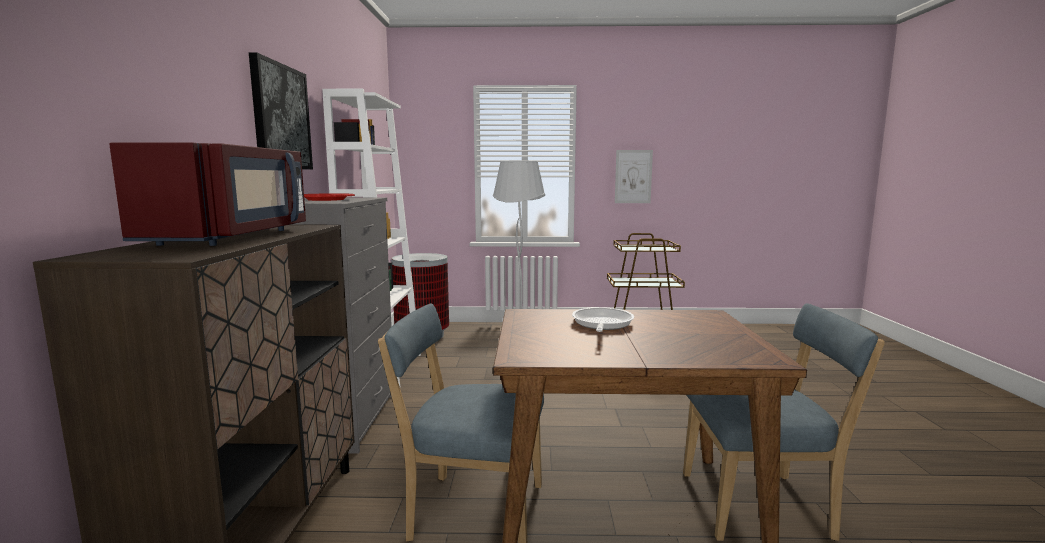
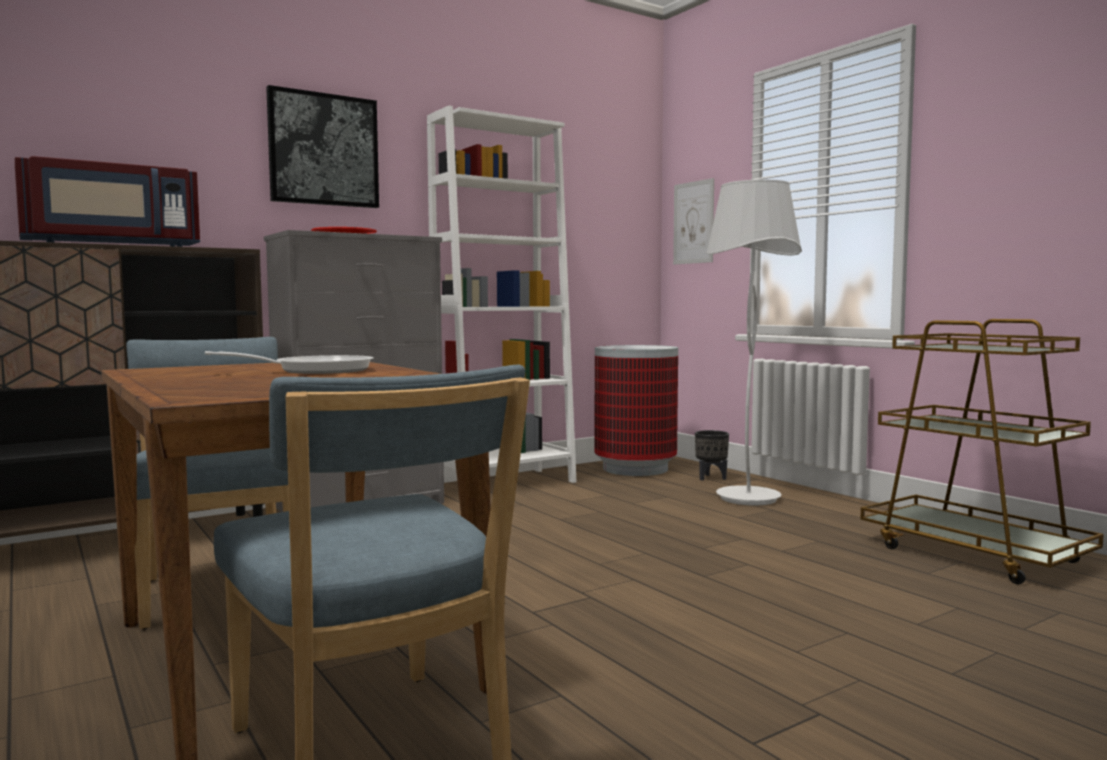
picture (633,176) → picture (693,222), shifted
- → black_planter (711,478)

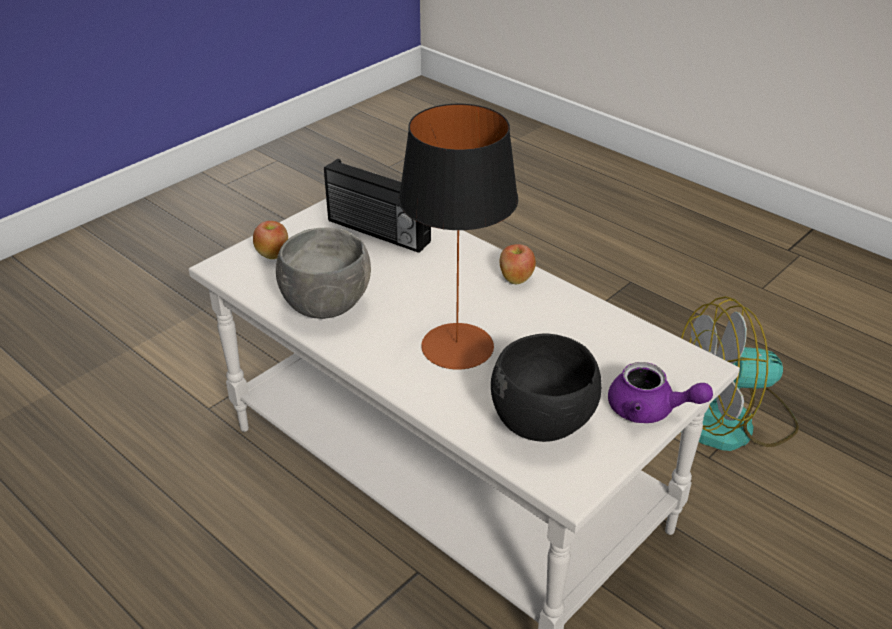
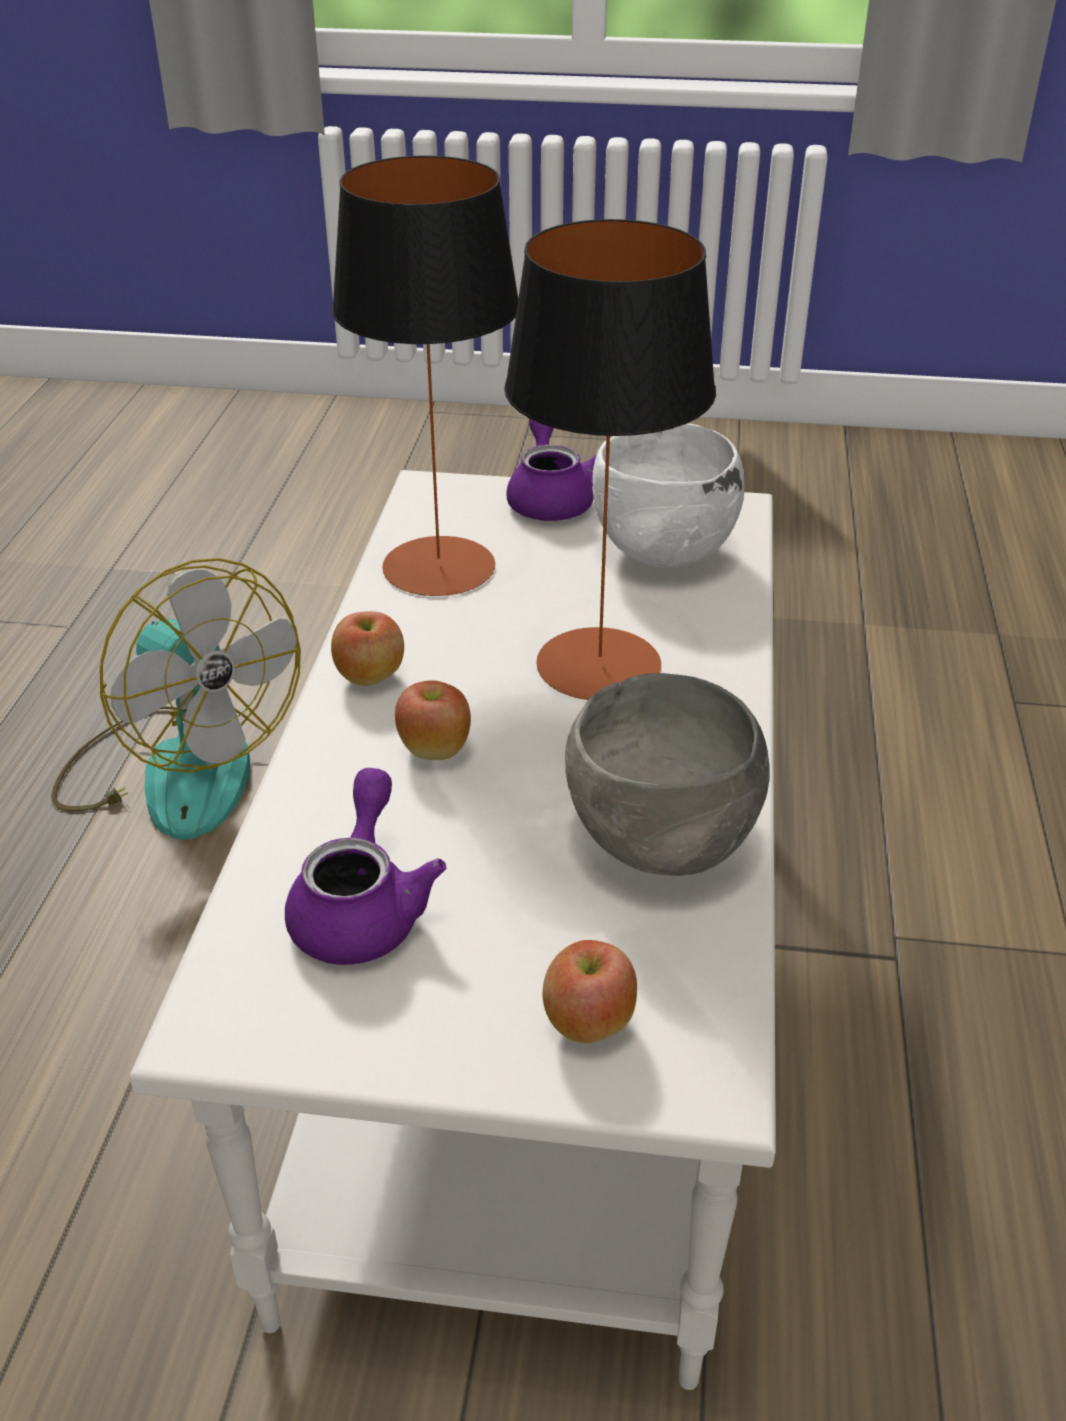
radio (377,232) → purple_teapot (362,907)
black_bowl (541,423) → white_bowl (661,553)
- → table_lamp (439,566)
- → apple (434,750)

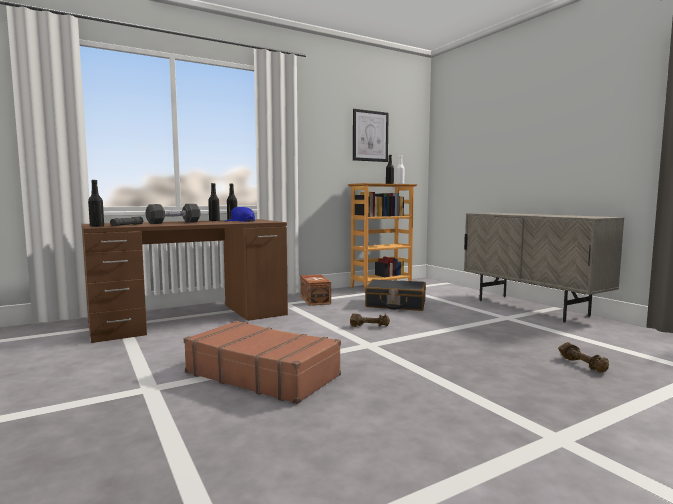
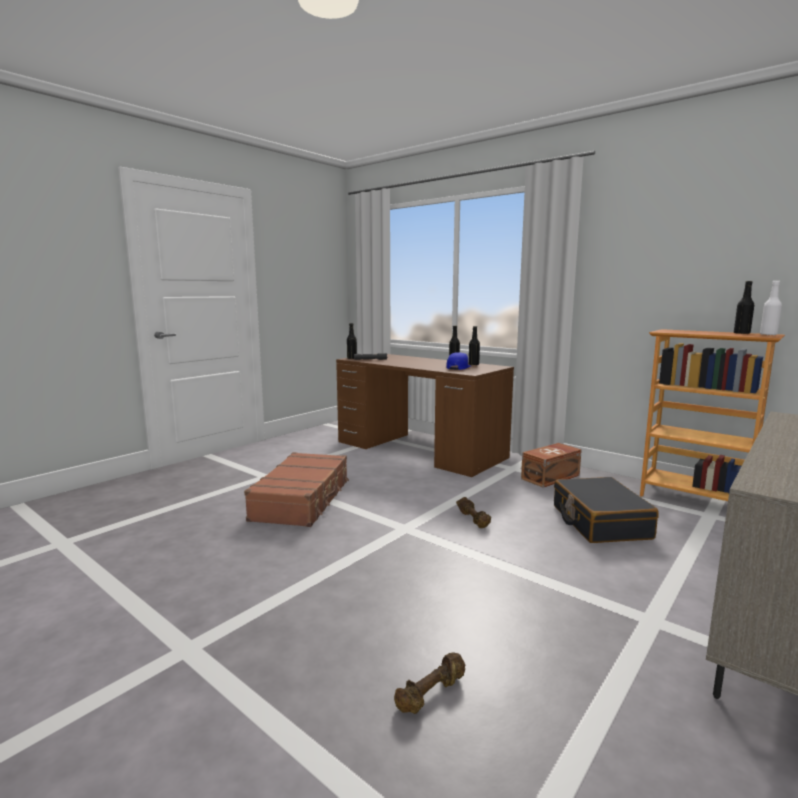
black_dumbbell (174,223) → -
picture (370,136) → -

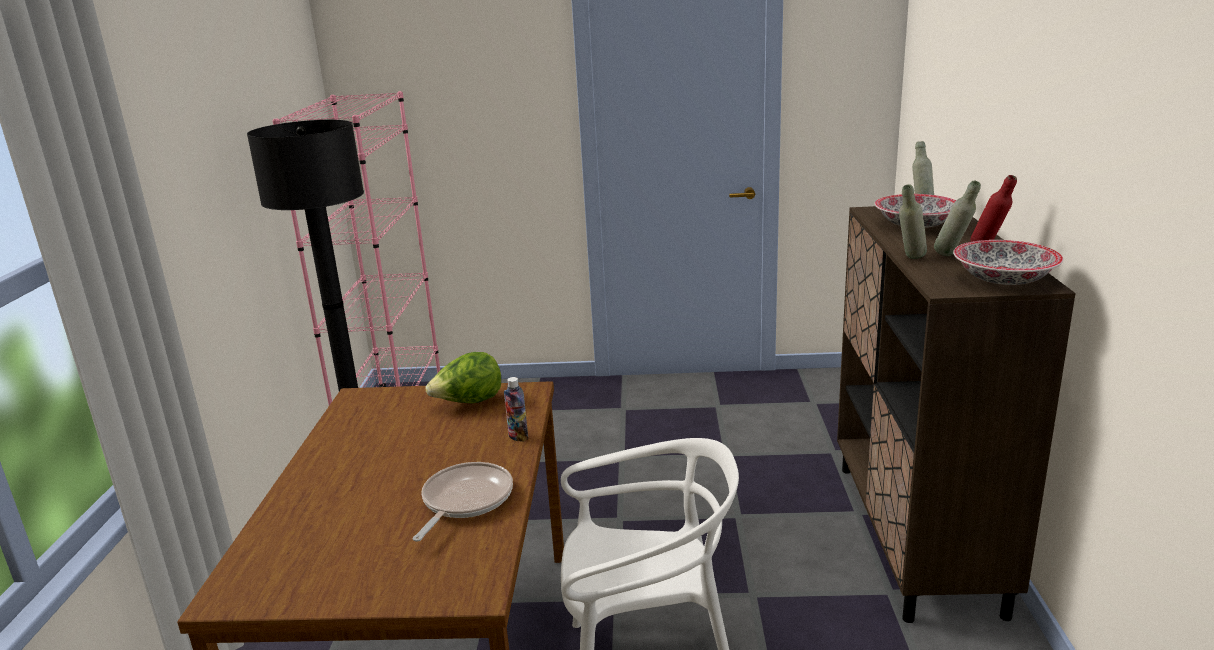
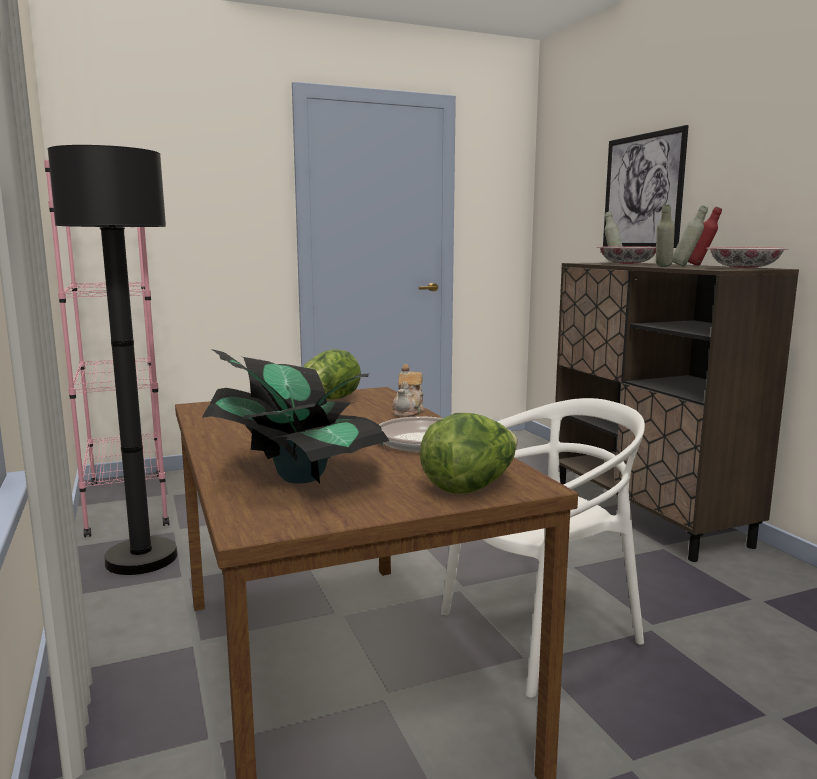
bottle (518,437) → teapot (409,411)
- → potted_plant (300,476)
- → lettuce (470,486)
- → picture (642,191)

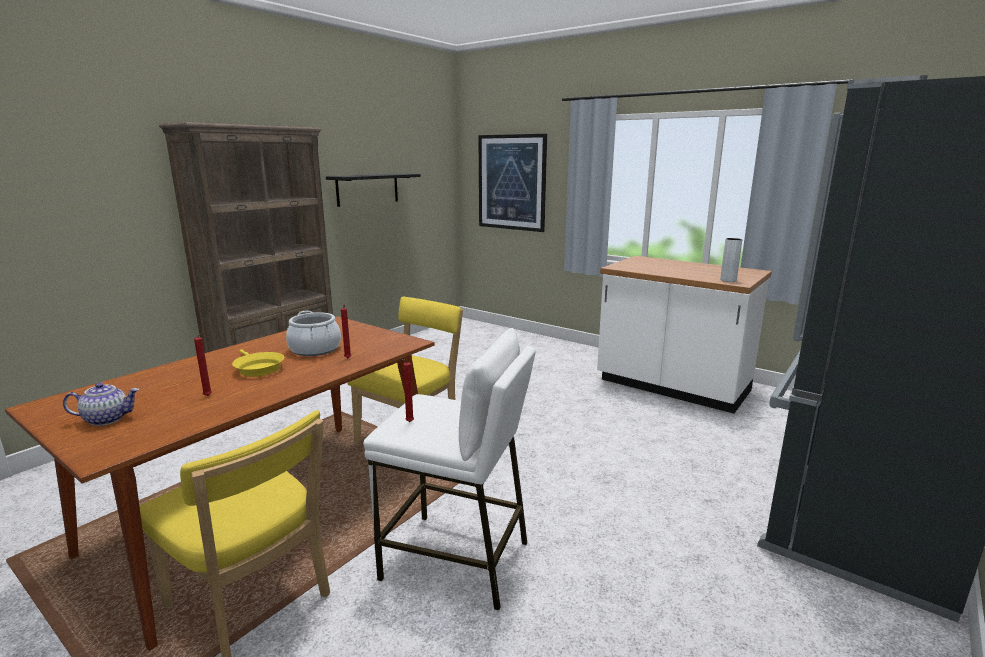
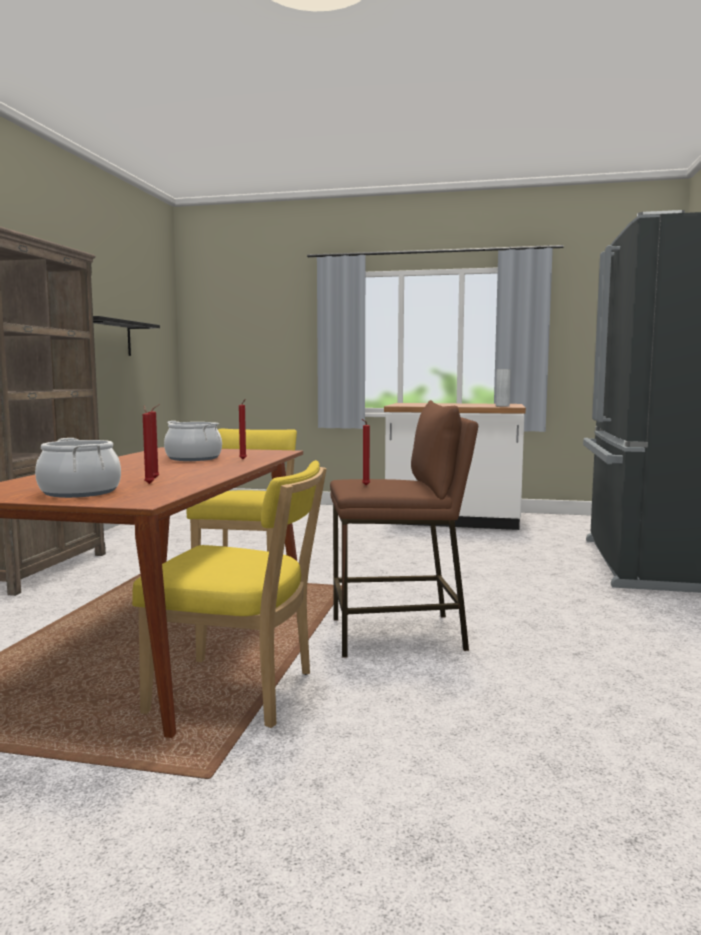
teapot (107,419) → cooking_pot (79,492)
yellow_frying_pan (257,368) → -
white_stool (456,560) → brown_stool (398,634)
picture (511,182) → -
- → red_candle (149,483)

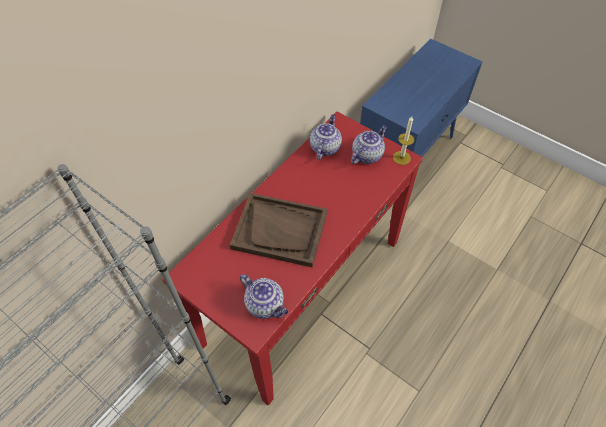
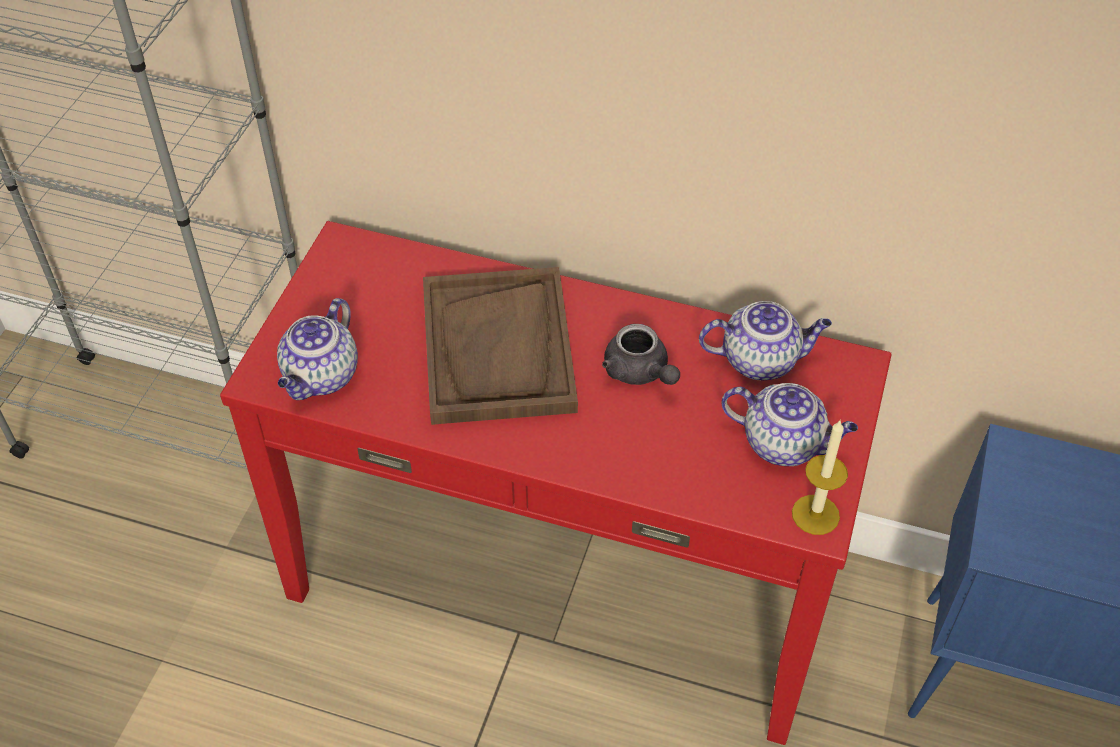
- → grey_teapot (639,372)

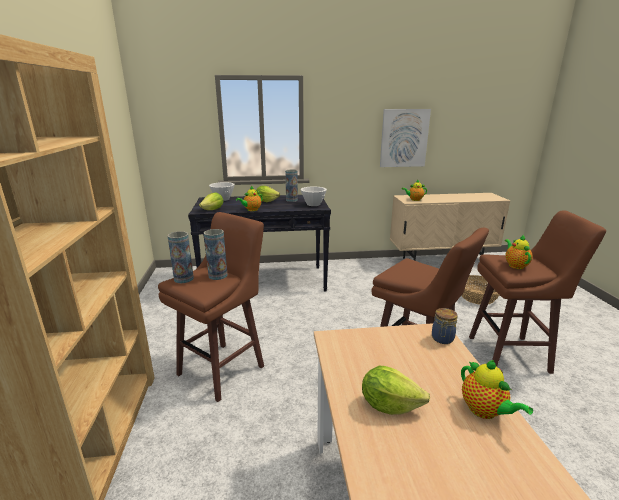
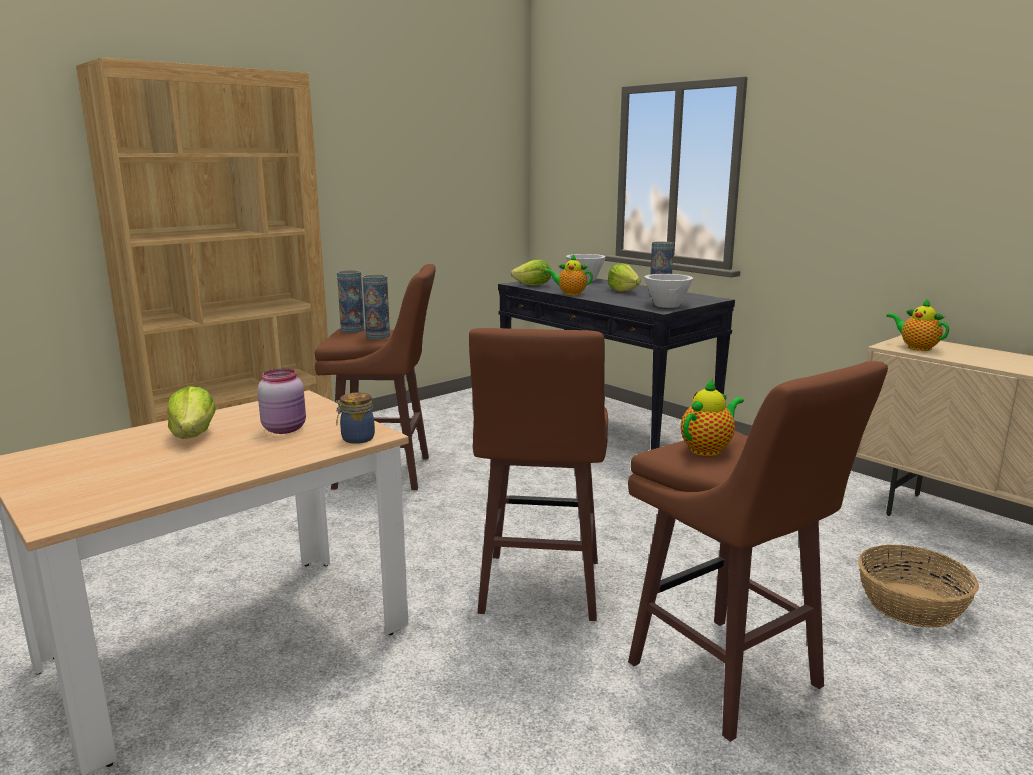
picture (404,138) → -
teapot (485,411) → -
- → pink_jar (285,429)

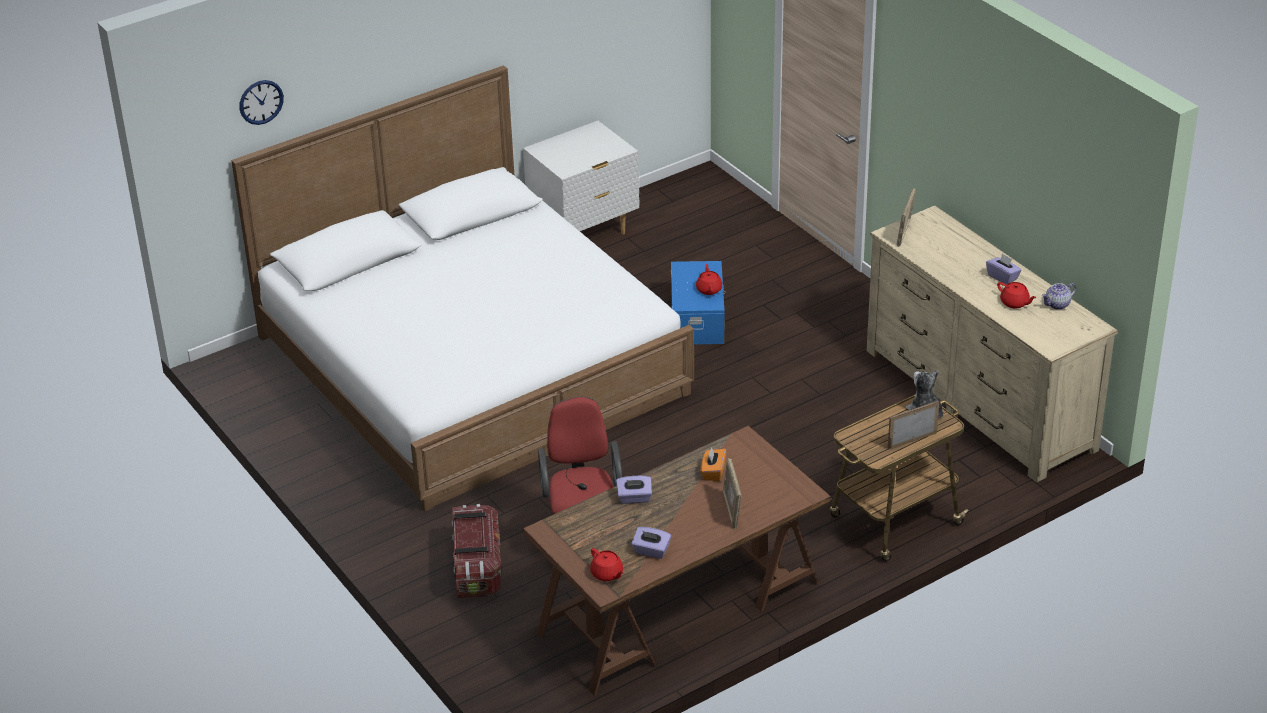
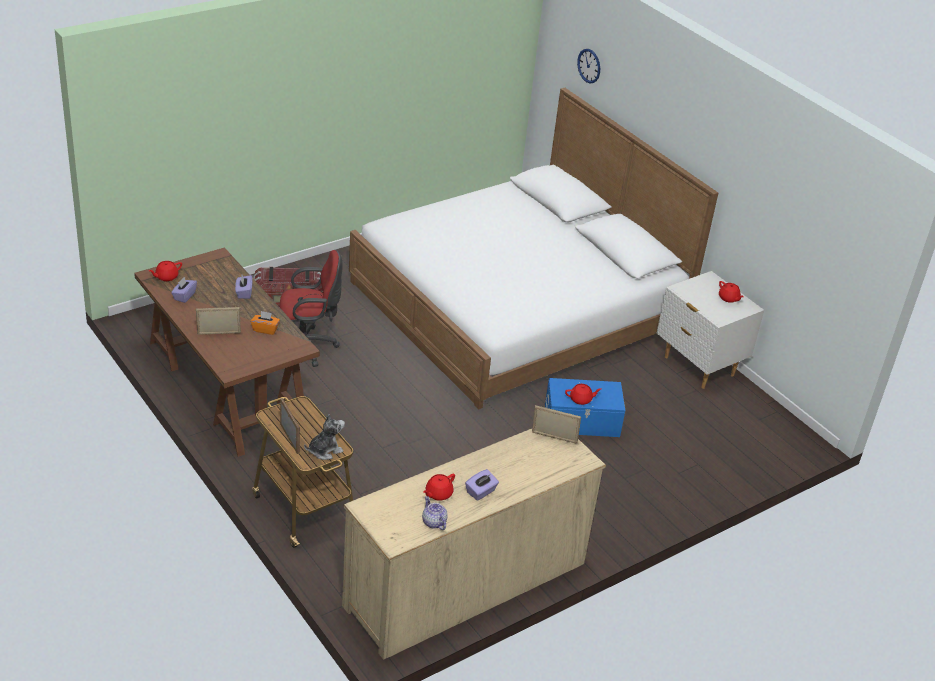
- → red_teapot (728,298)

